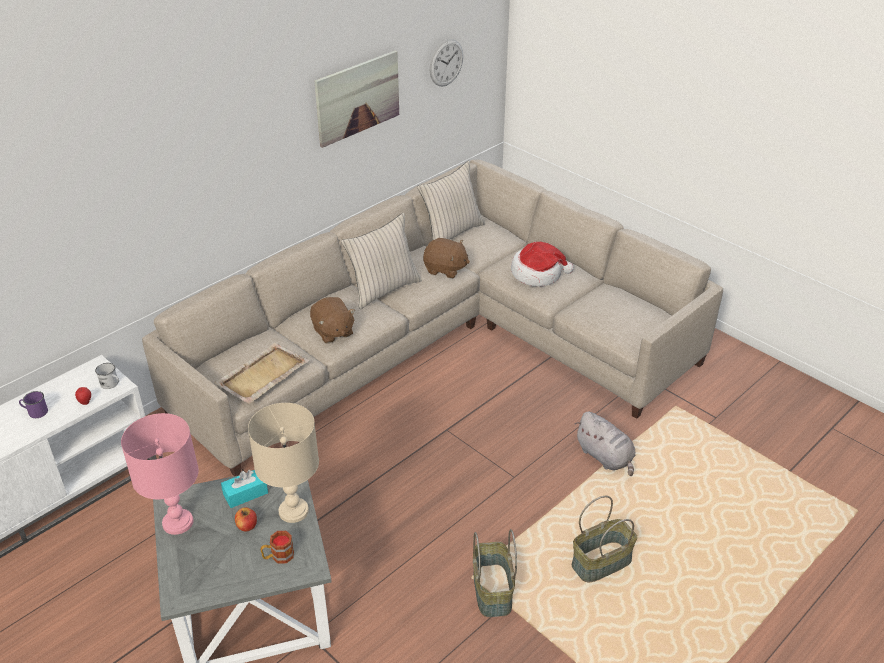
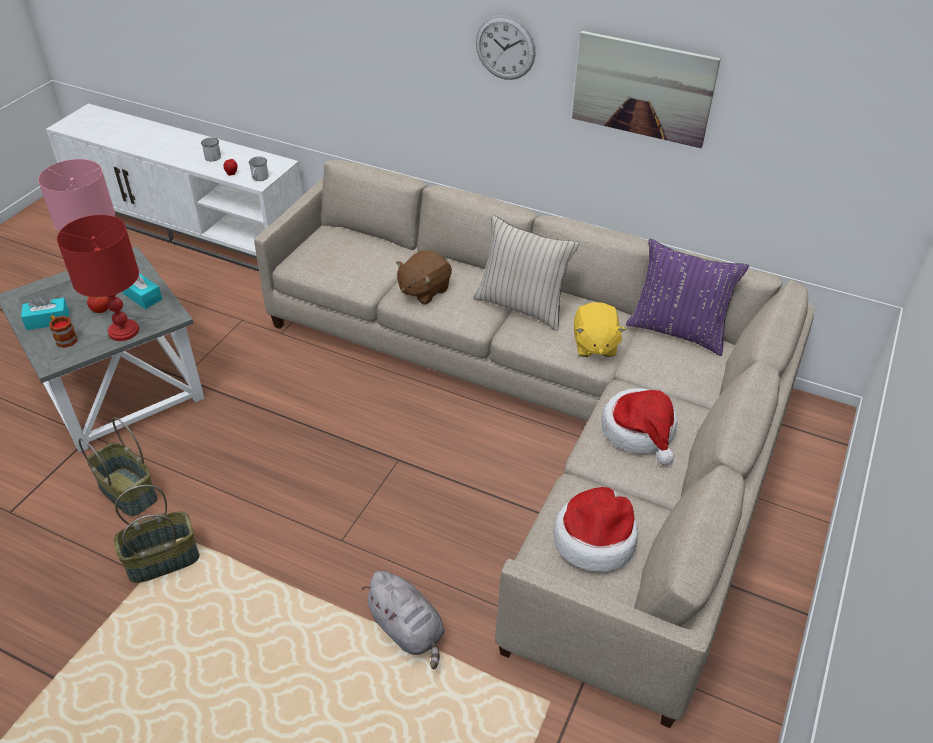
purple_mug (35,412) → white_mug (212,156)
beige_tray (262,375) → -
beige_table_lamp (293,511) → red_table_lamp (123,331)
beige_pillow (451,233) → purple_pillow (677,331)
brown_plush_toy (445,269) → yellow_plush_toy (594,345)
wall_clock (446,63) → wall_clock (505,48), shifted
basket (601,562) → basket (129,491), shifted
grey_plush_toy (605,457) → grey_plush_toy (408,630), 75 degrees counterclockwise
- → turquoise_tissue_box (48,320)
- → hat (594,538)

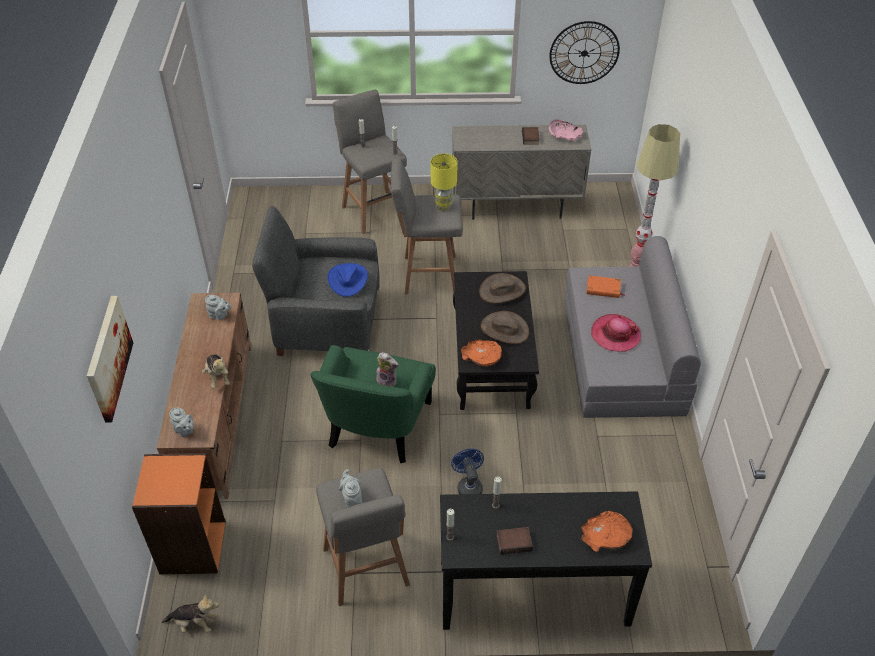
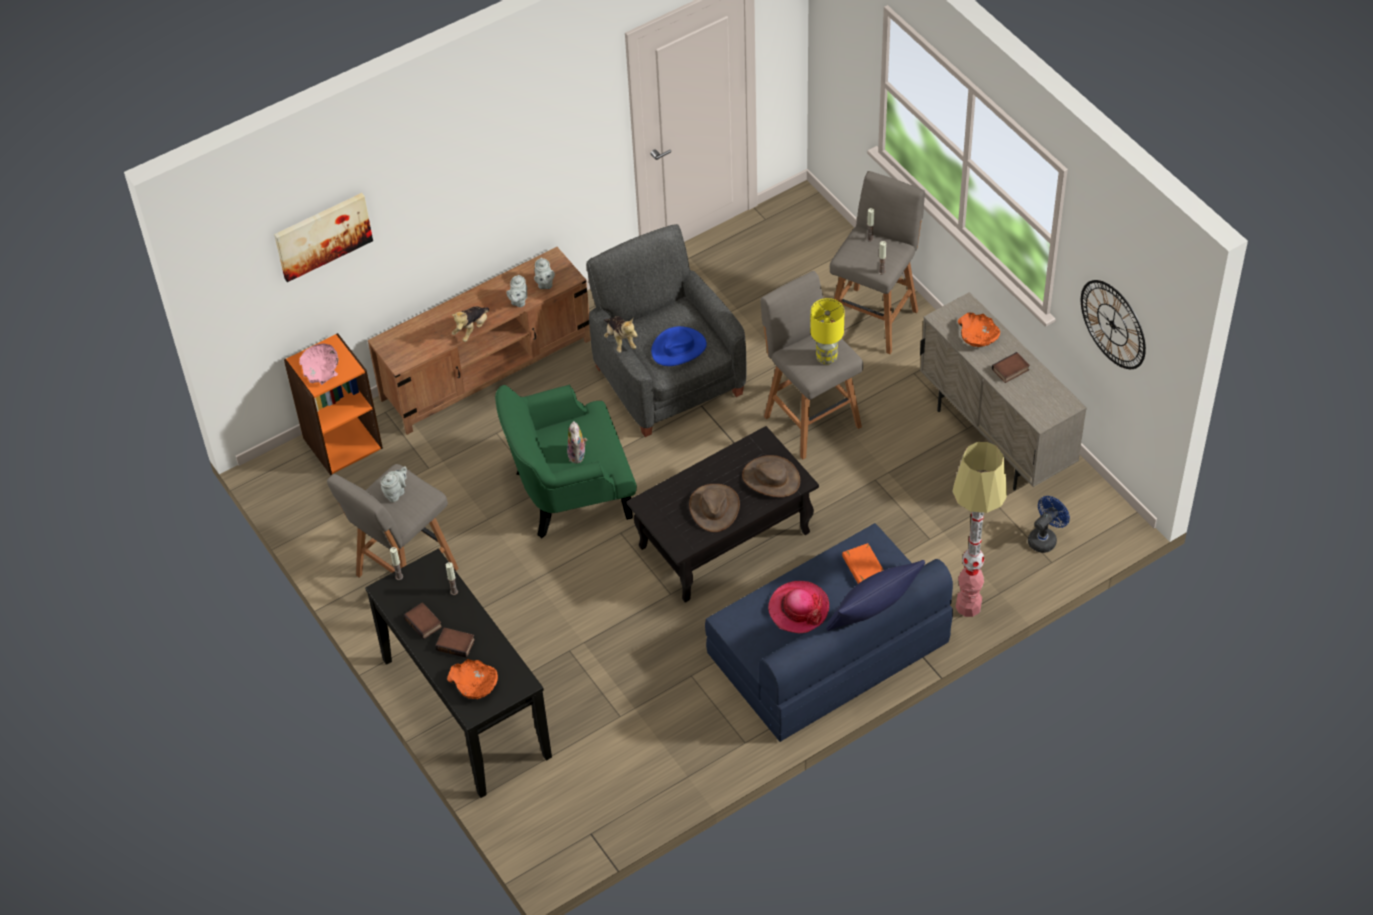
plush_toy (194,623) → plush_toy (620,340), shifted
grey_teapot (184,431) → grey_teapot (518,301), shifted
blue_fan (468,486) → blue_fan (1045,538), shifted
orange_bowl (482,357) → orange_bowl (978,336), shifted
pink_bowl (564,135) → pink_bowl (321,369), shifted
grey_sofa (622,354) → blue_sofa (828,648)
- → book (456,644)
- → blue_pillow (873,609)

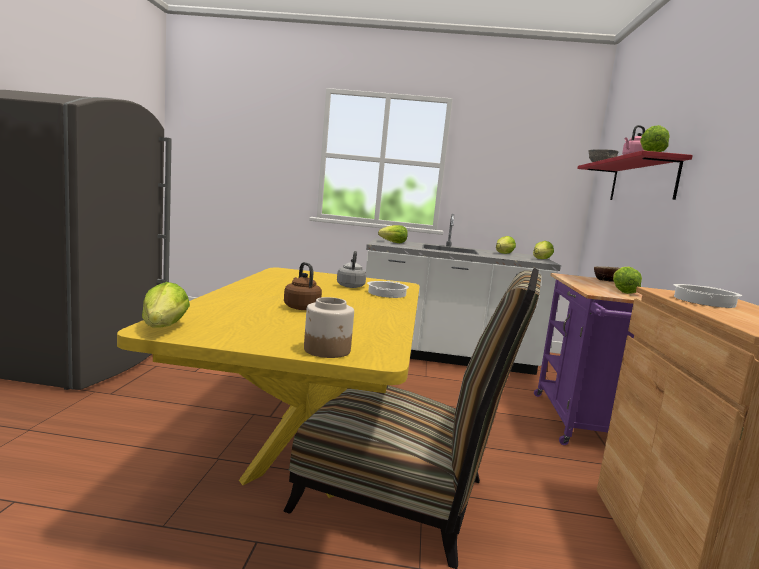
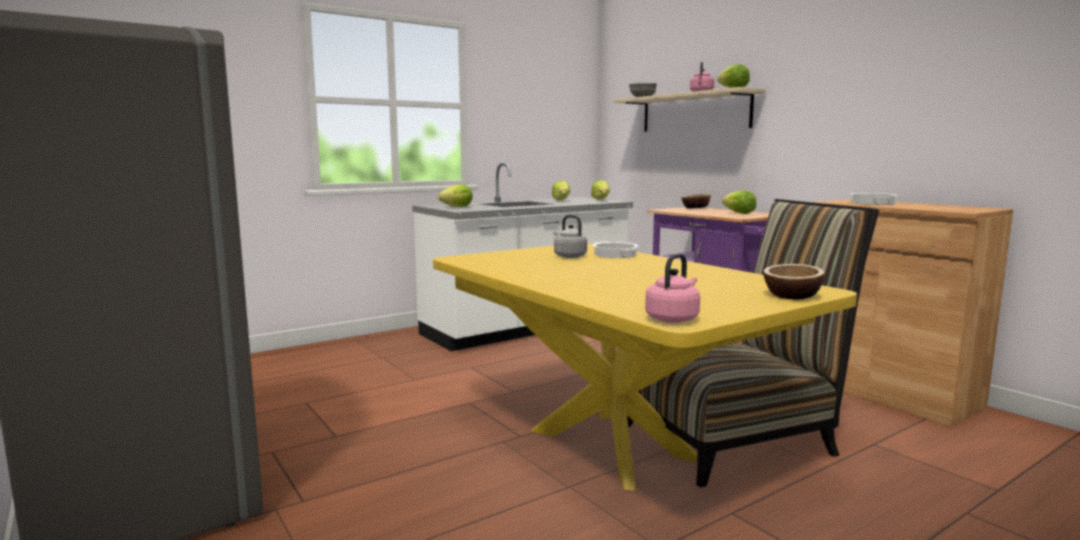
lettuce (164,327) → pink_kettle (673,318)
brown_kettle (301,307) → -
jar (327,350) → bowl (791,296)
red_shelf (641,181) → beige_shelf (694,112)

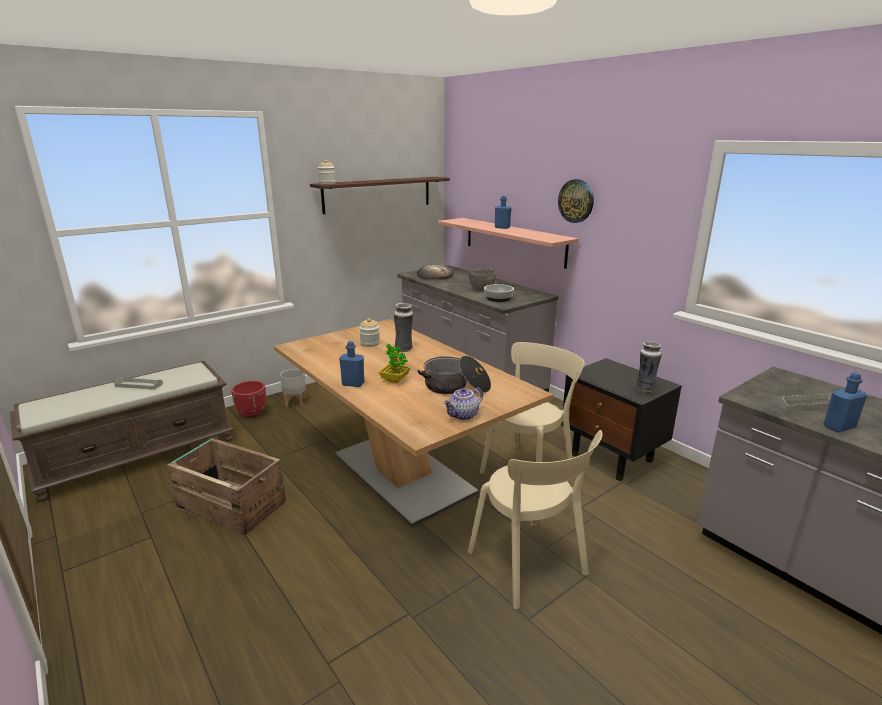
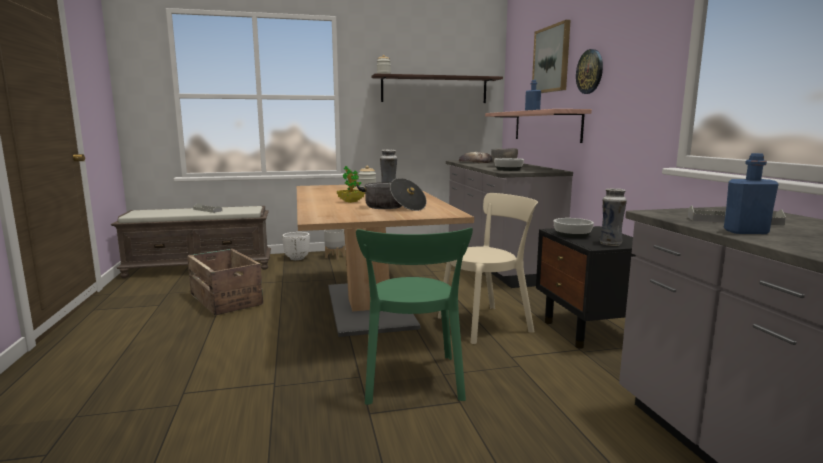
red_planter (252,413) → white_planter (297,258)
blue_bottle (353,384) → -
teapot (463,416) → -
beige_chair (529,566) → green_chair (412,381)
- → picture (551,59)
- → bowl (572,235)

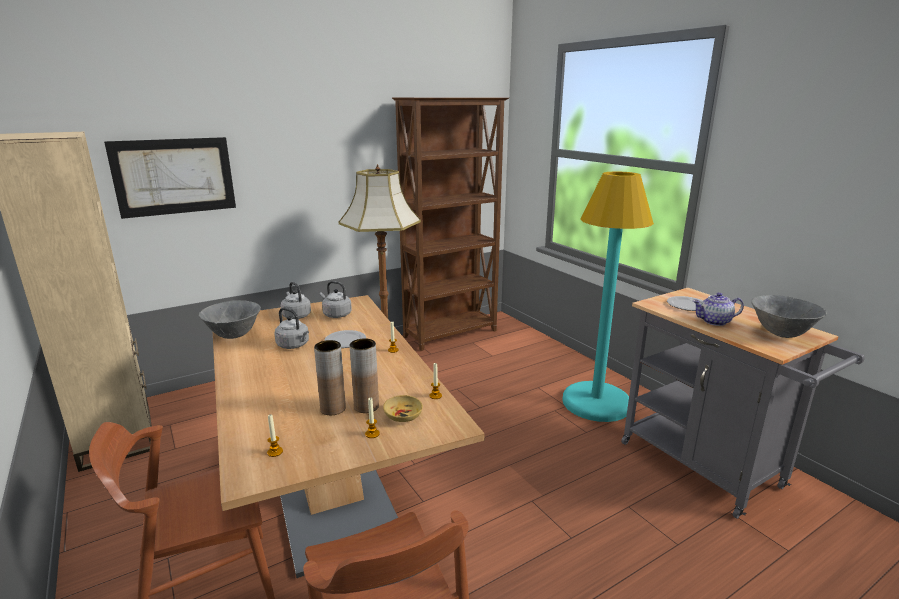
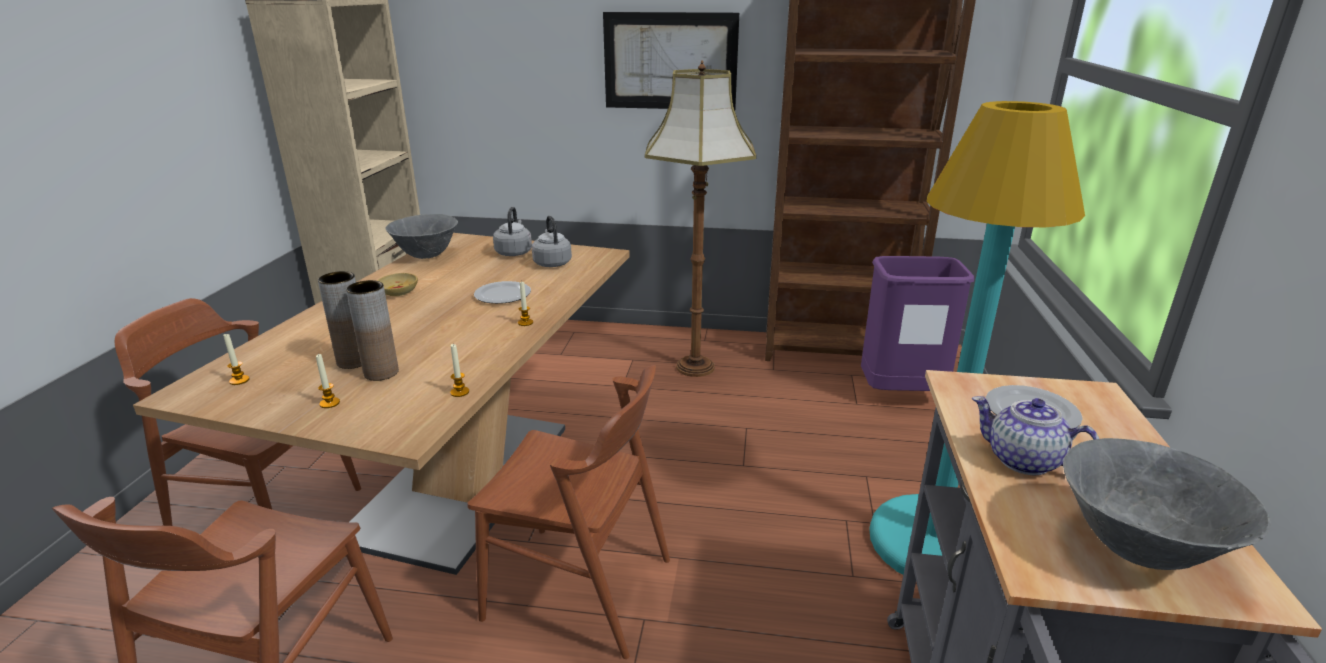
picture (174,176) → picture (670,61), shifted
grey_kettle (294,345) → -
beige_bowl (403,416) → beige_bowl (398,292), shifted
- → brown_chair (579,588)
- → purple_trash_can (900,394)

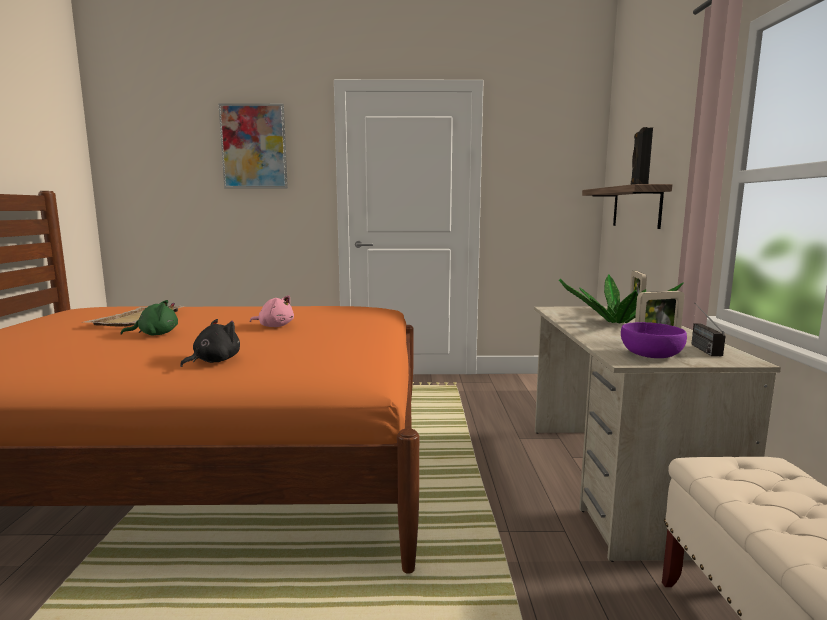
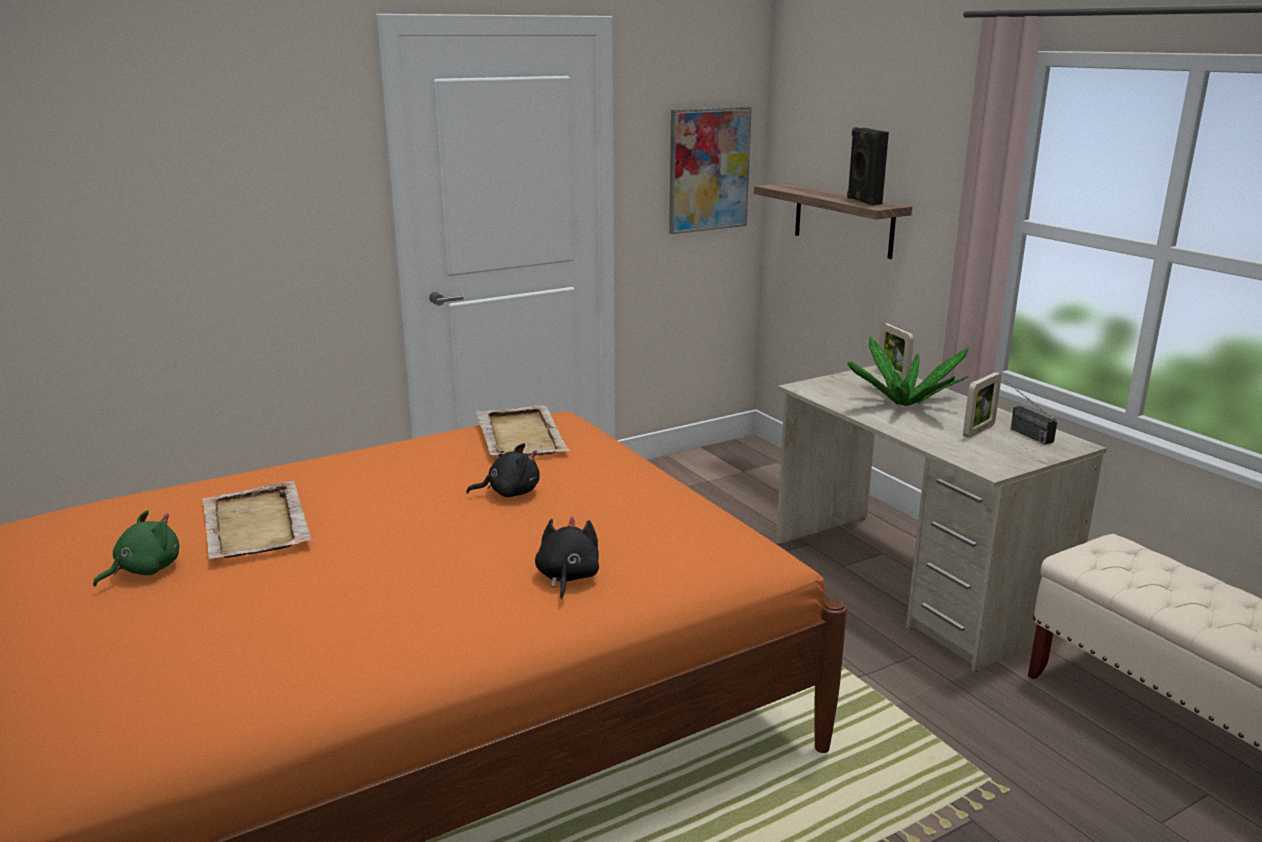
green_plush_toy (155,334) → green_plush_toy (144,570), shifted
picture (254,146) → picture (708,169), shifted
pink_plush_toy (274,326) → black_plush_toy (510,493)
purple_bowl (650,355) → -
- → beige_tray (520,435)

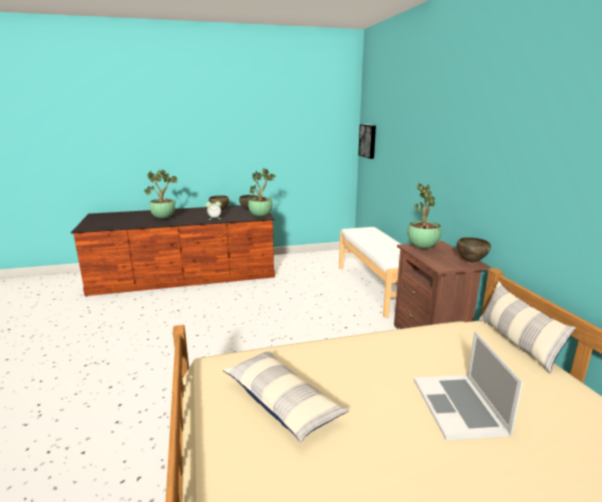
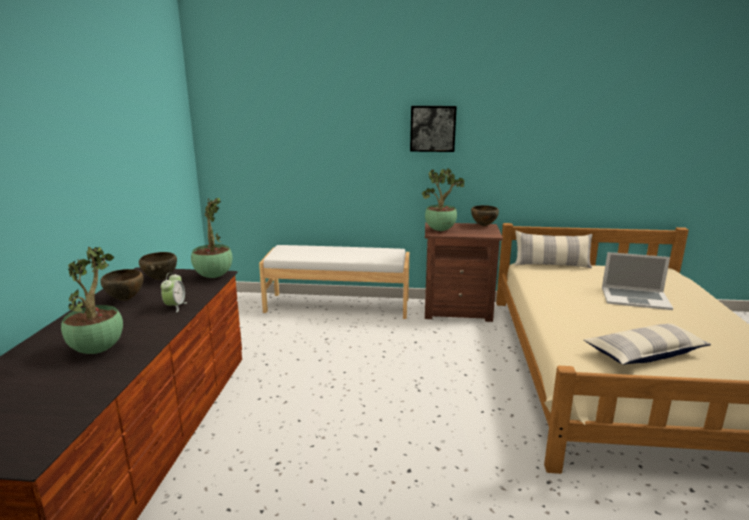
picture (368,140) → picture (432,128), shifted

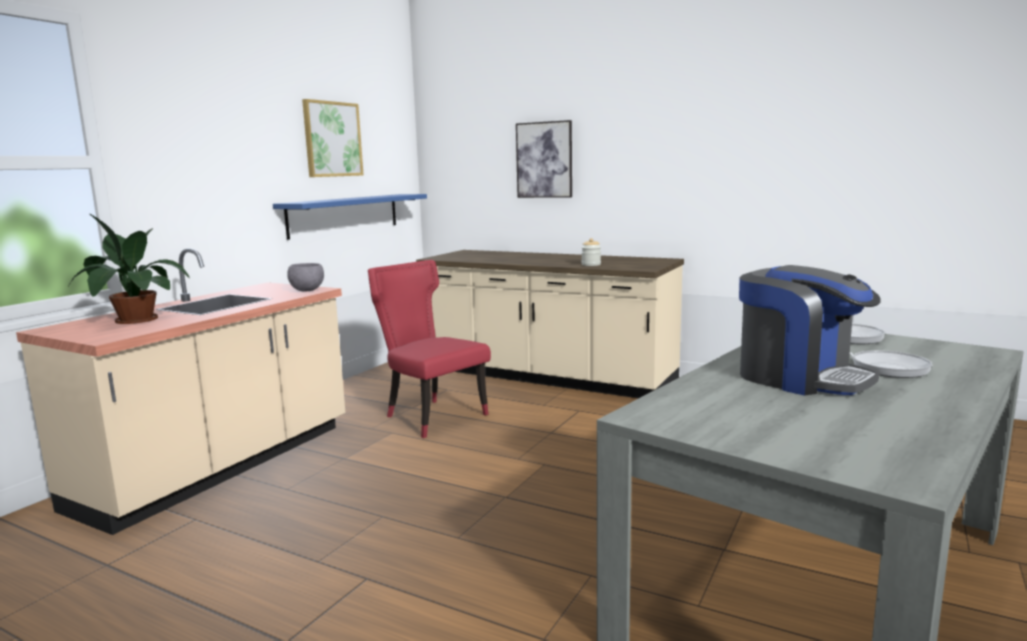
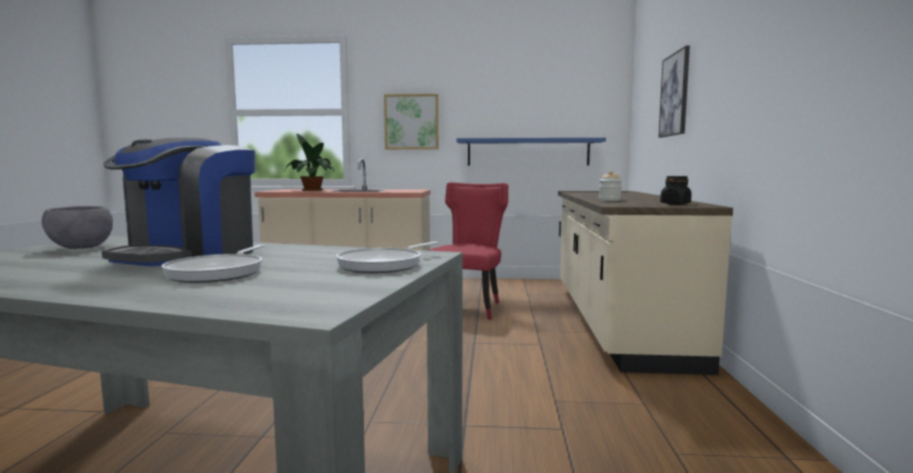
grey_bowl (307,290) → grey_bowl (82,248), shifted
picture (332,139) → picture (411,122), shifted
- → black_jar (675,204)

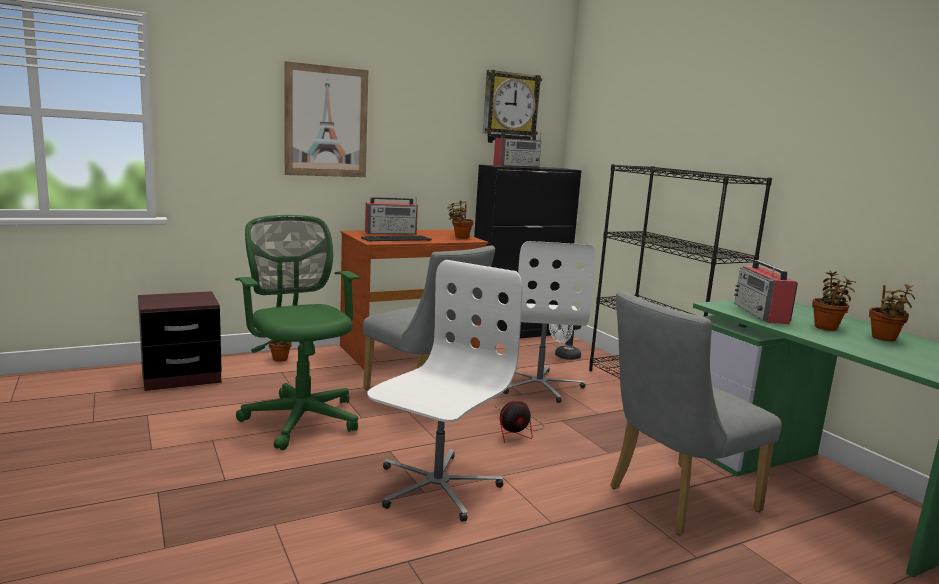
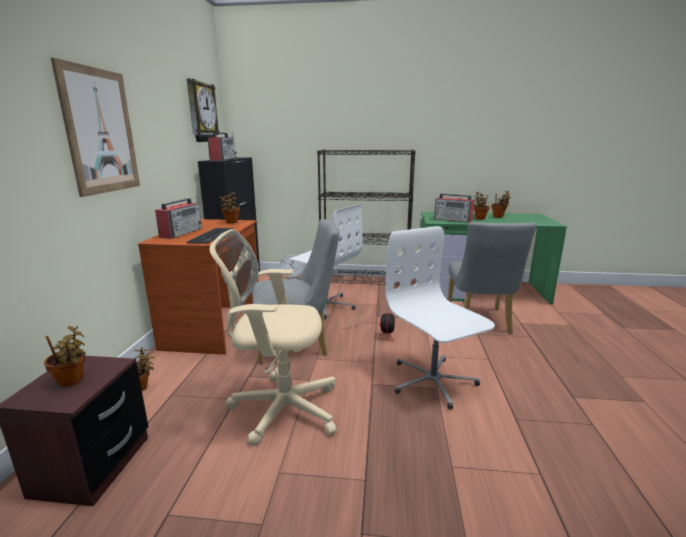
green_office_chair (300,417) → beige_office_chair (280,408)
- → potted_plant (72,381)

